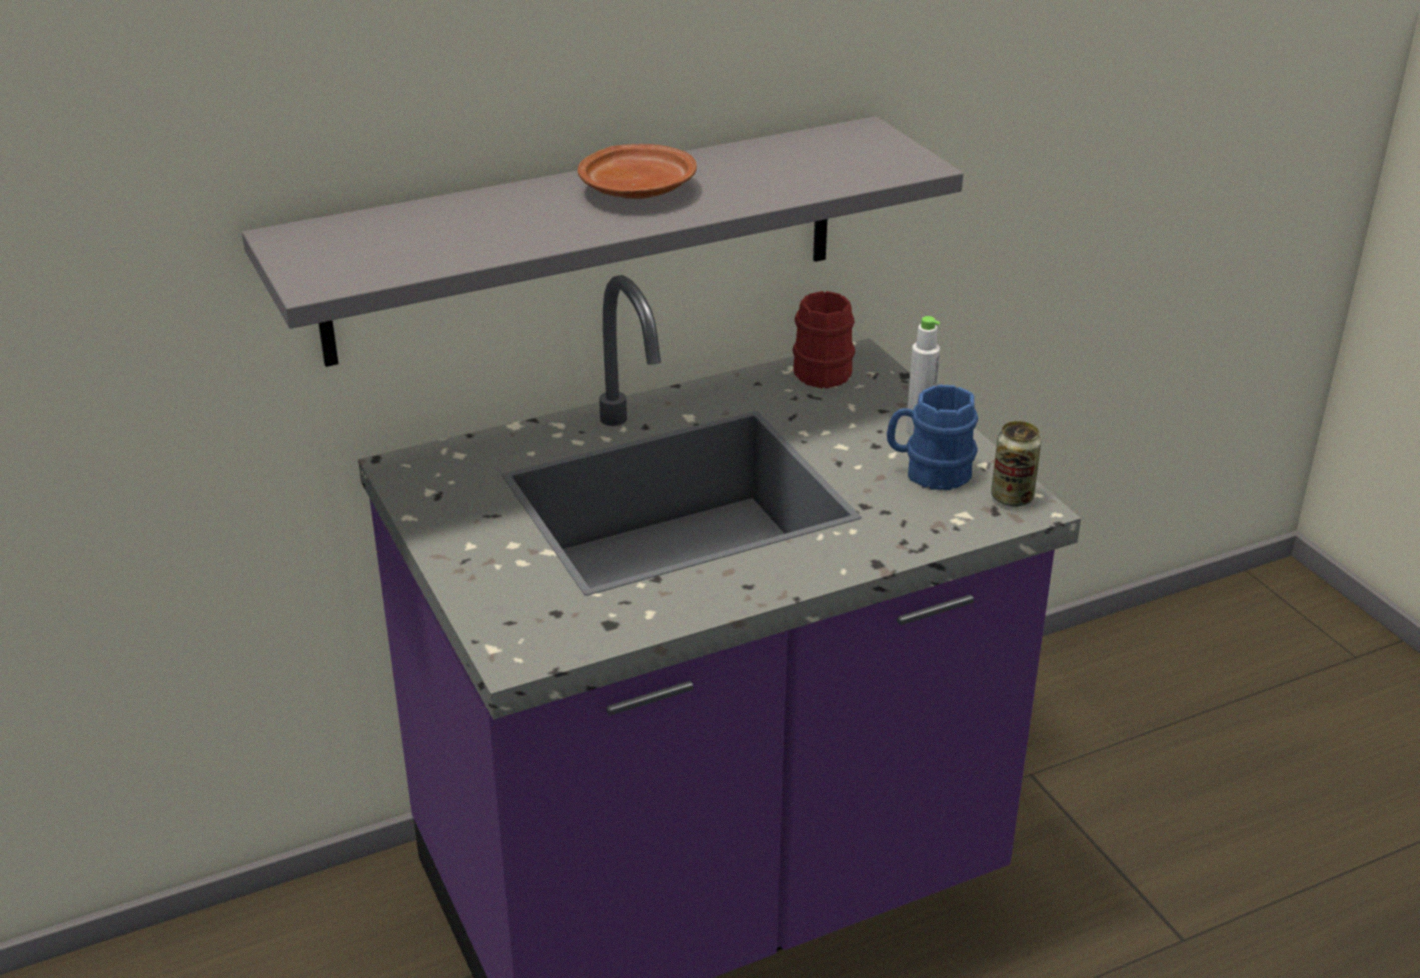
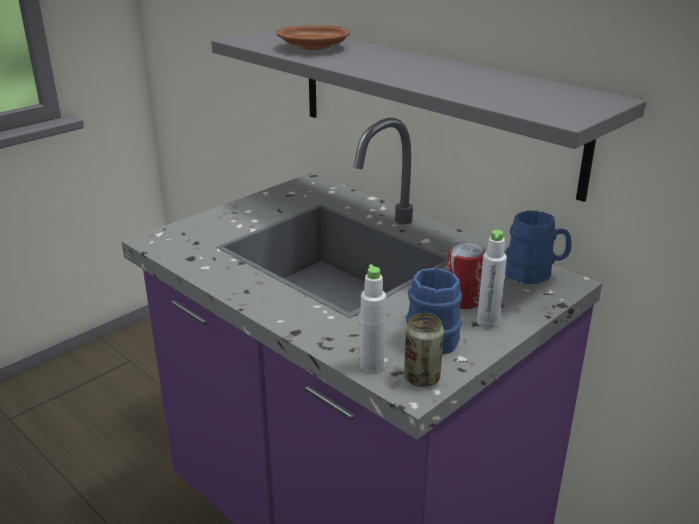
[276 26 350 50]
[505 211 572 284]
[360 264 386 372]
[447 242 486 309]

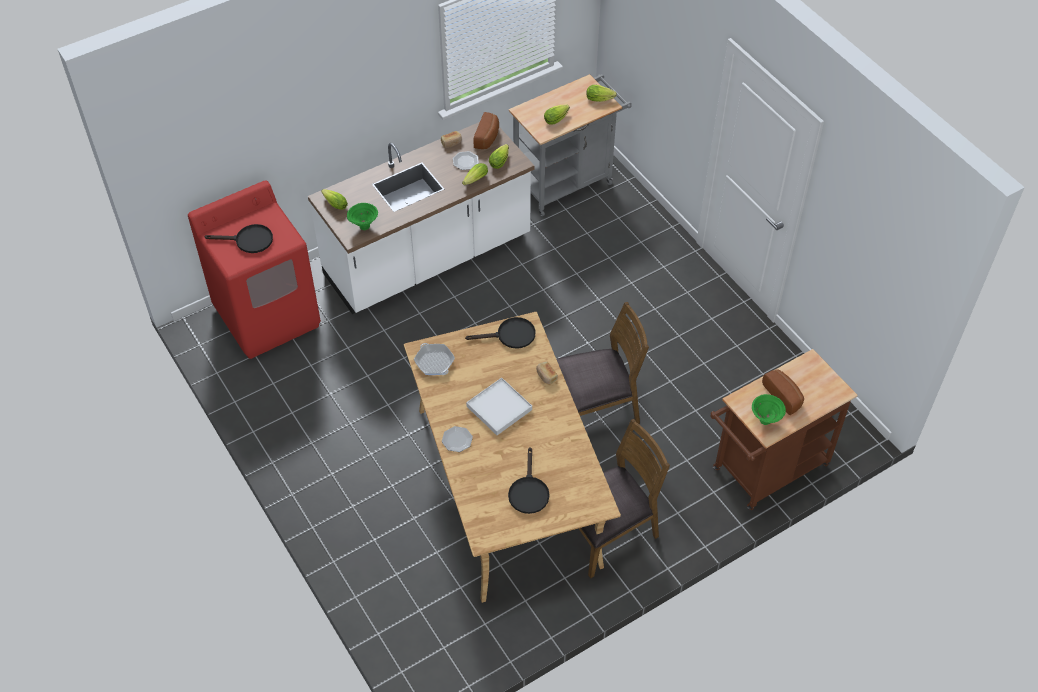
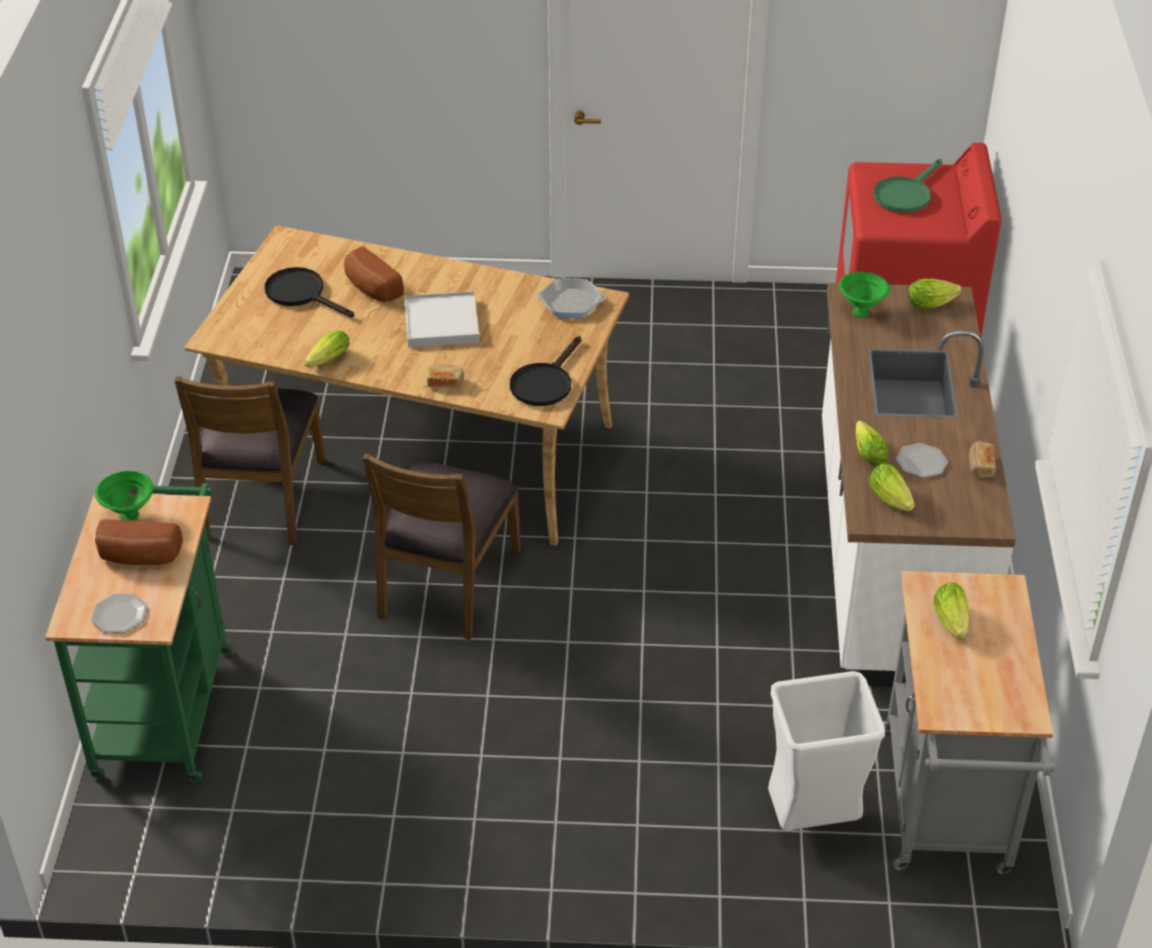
[873 159 942 213]
[91 594 147 633]
[344 246 404 302]
[304 331 350 367]
[45 483 233 783]
[768 671 885 830]

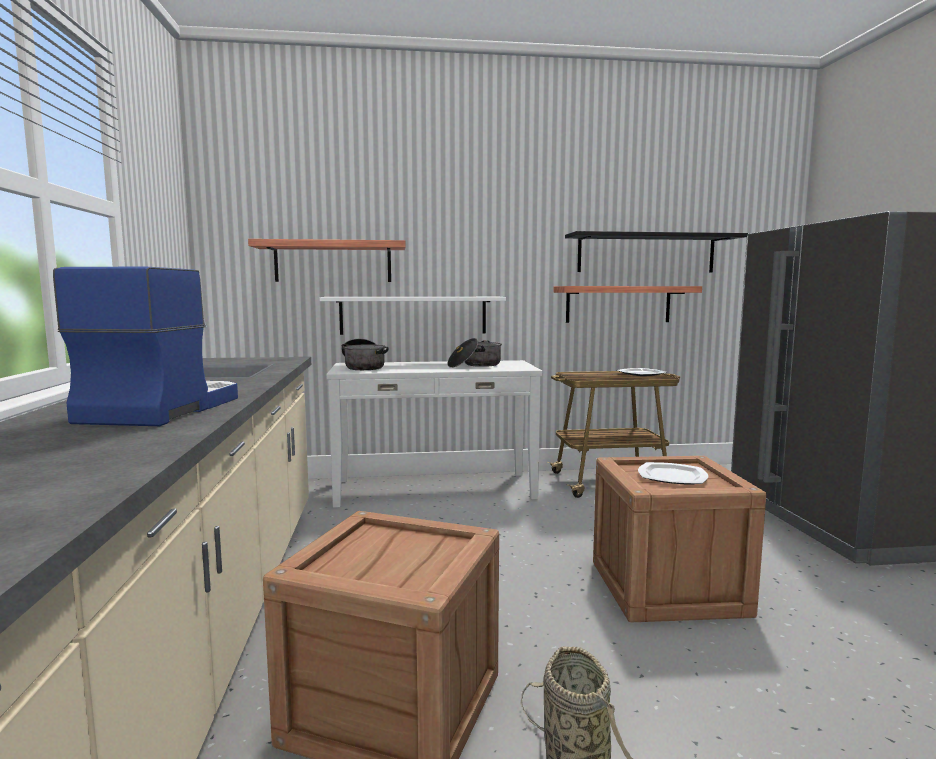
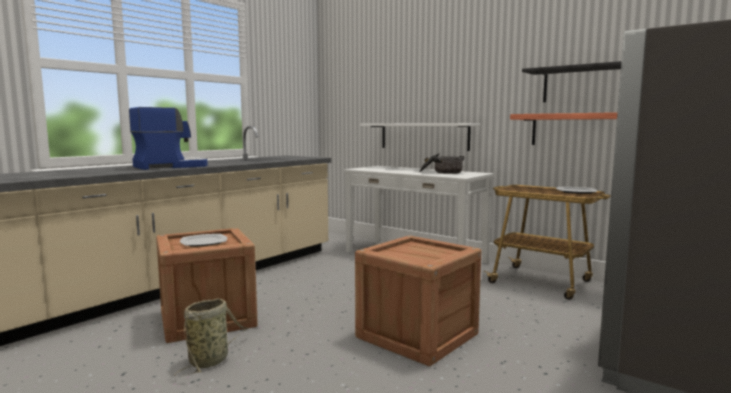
[248 239 406 282] (first image)
[341 339 388 370] (first image)
[180 234 227 247]

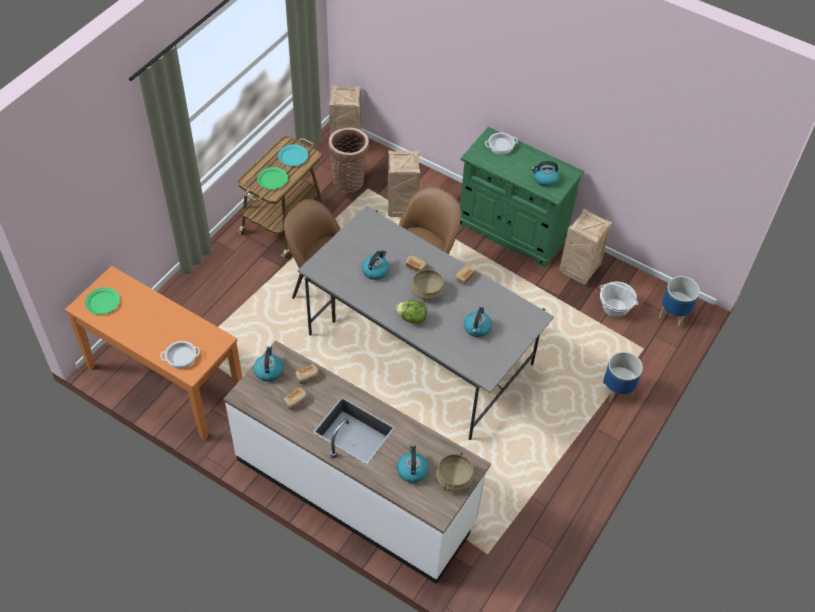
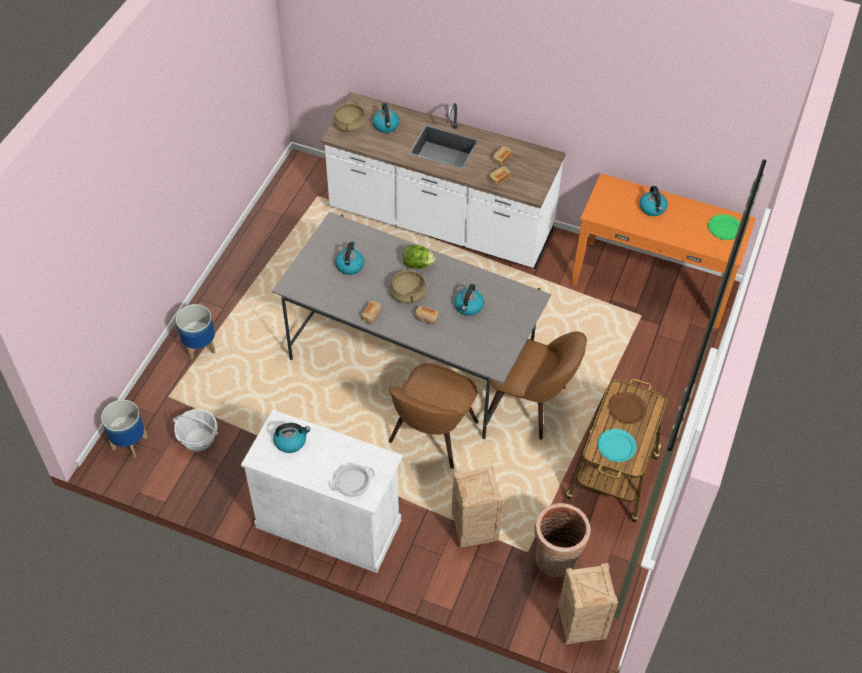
[160 341 200 369] (first image)
[639 186 668 216]
[608 392 647 424]
[241 410 403 573]
[559 208 612 285] (first image)

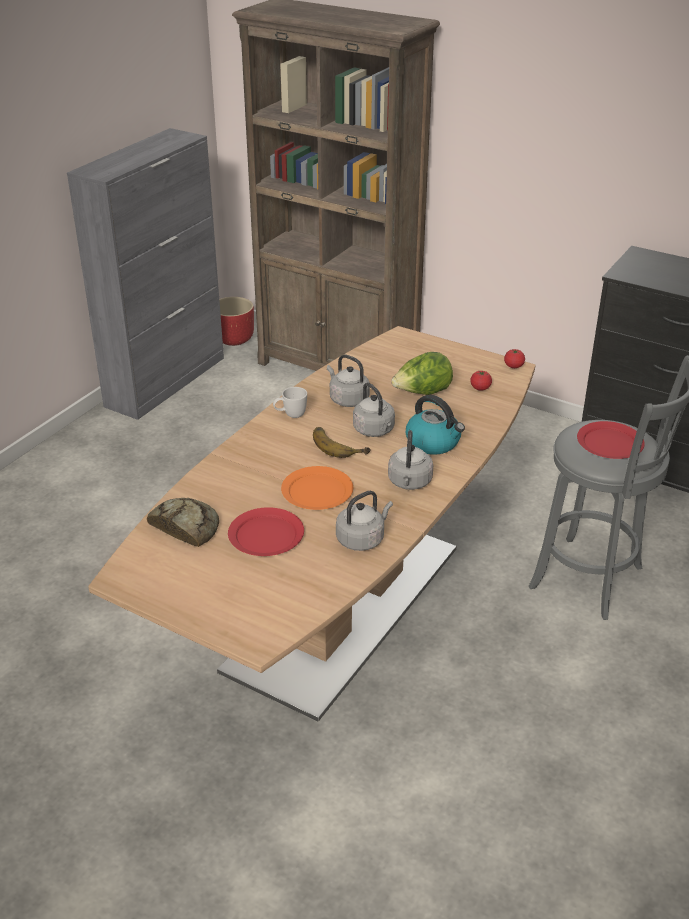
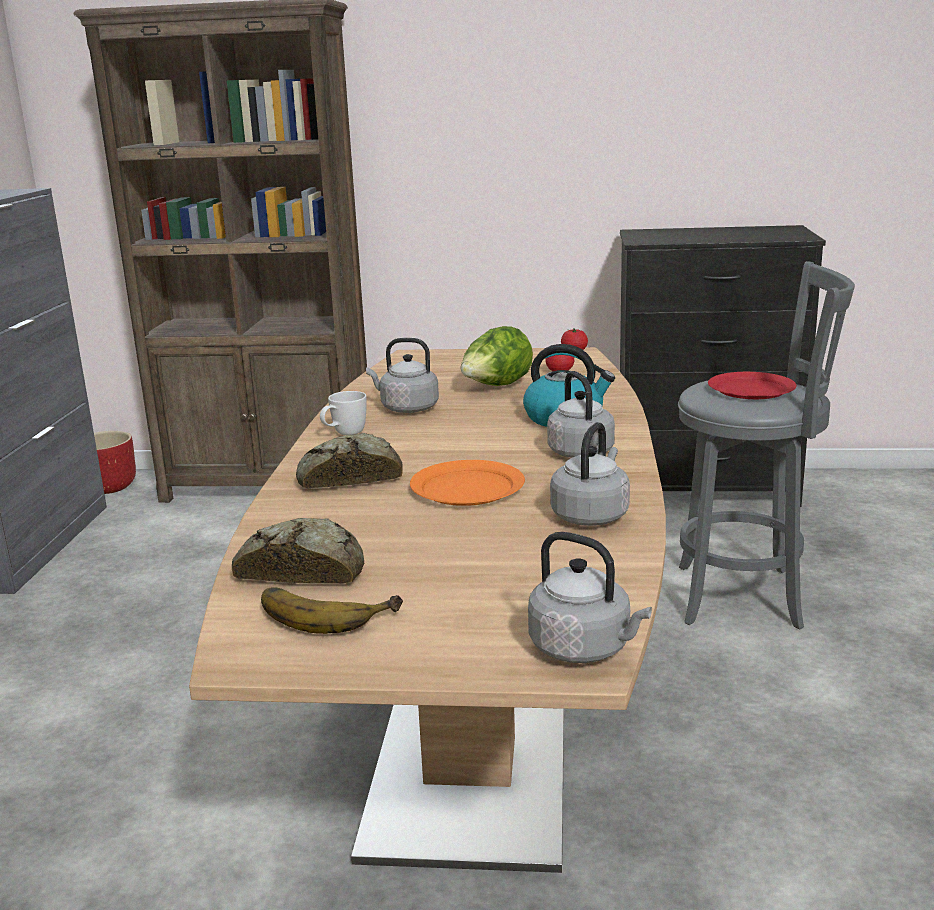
[228 507 304 556] (first image)
[261 587 403 634]
[528 532 652 663]
[296 433 403 489]

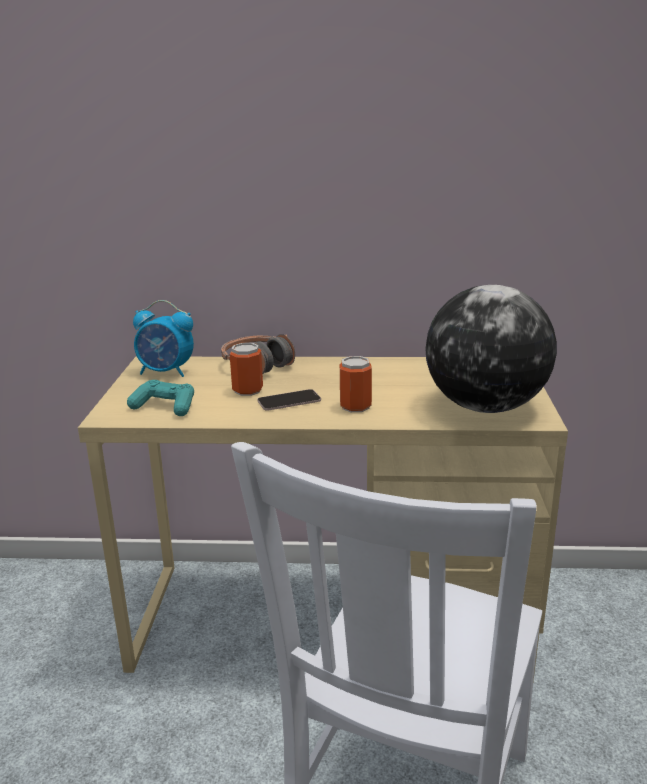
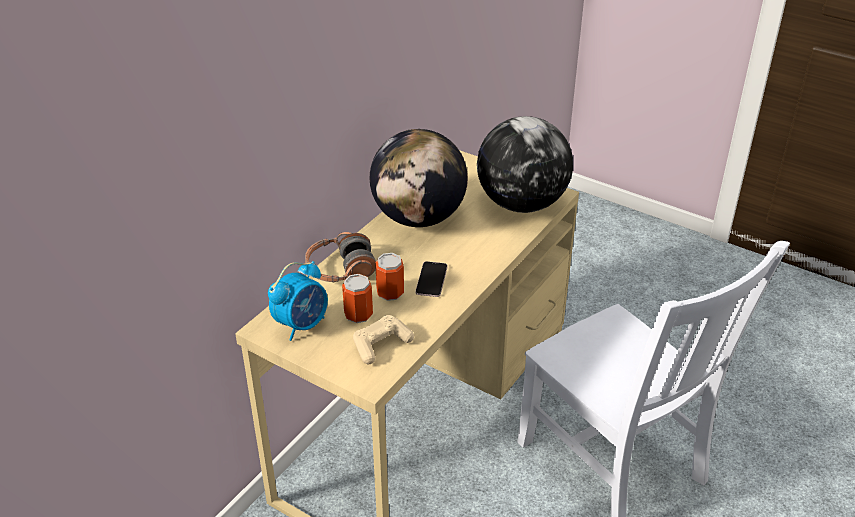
[353 315 414 364]
[342 274 373 323]
[370 129 468 227]

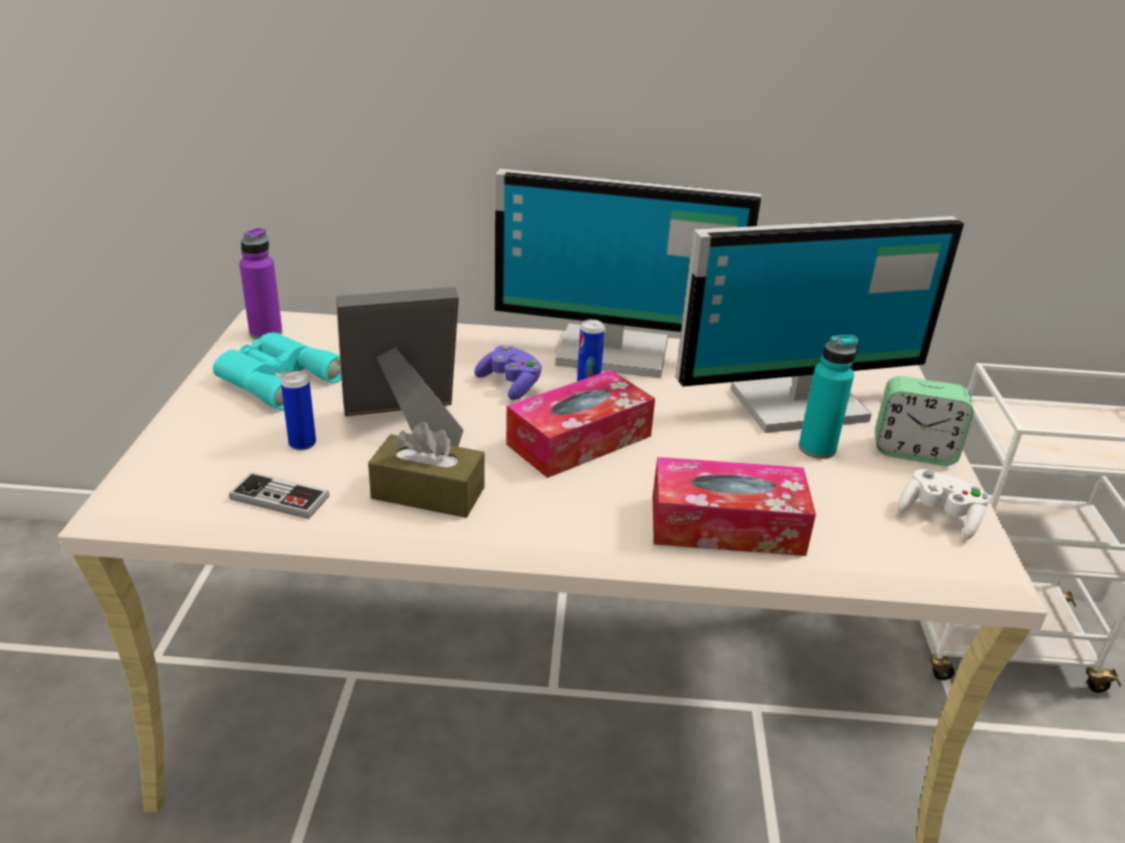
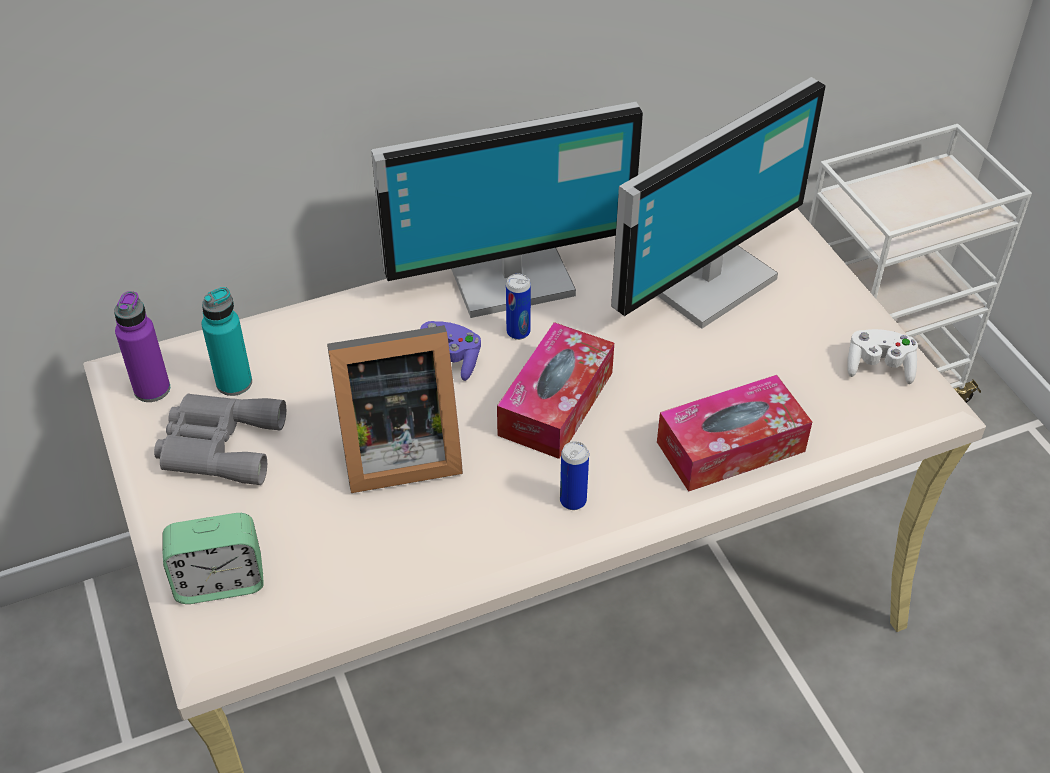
[154 394 286 485]
[229 472 329 519] (first image)
[560 441 589 510]
[327 325 463 493]
[368 422 485 518] (first image)
[201 287 252 396]
[163 513 264 604]

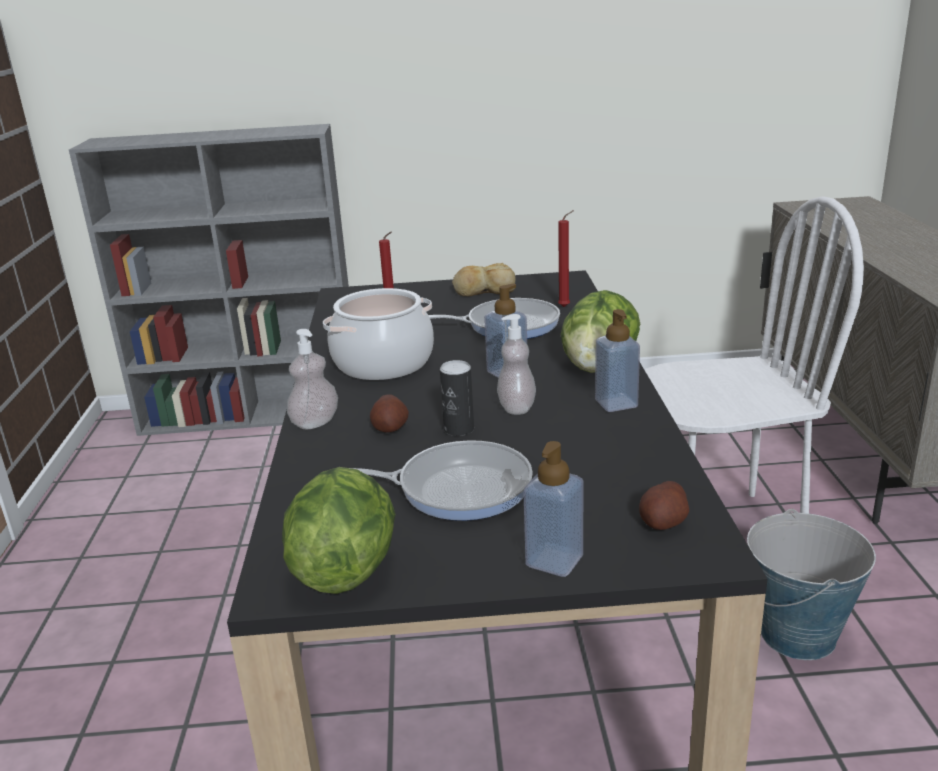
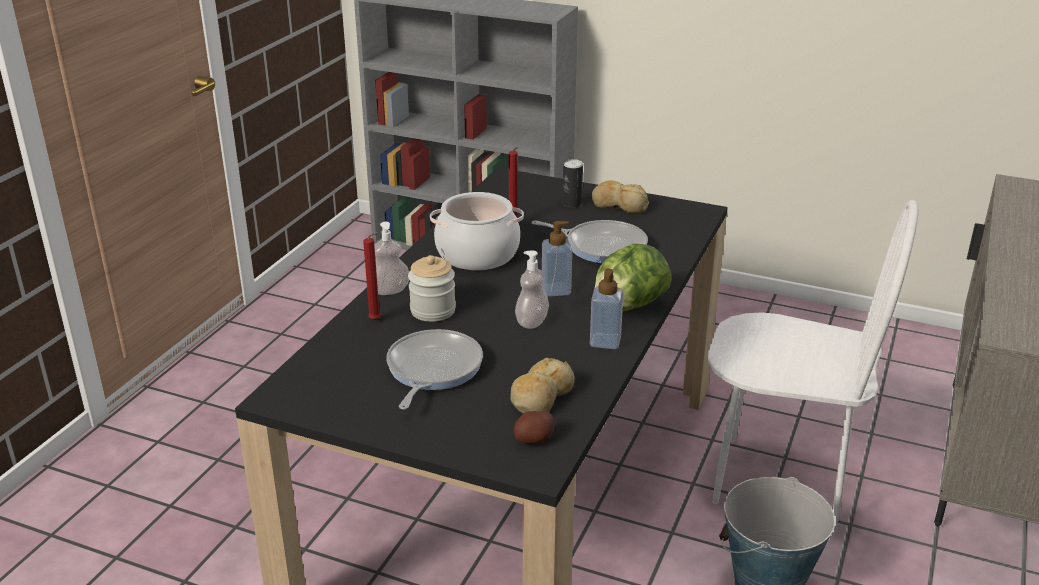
[282 467 395 594] (first image)
[386 329 483 410]
[408 255 456 322]
[563 159 583 207]
[523 441 584 577] (first image)
[363 232 381 320]
[510 357 575 414]

